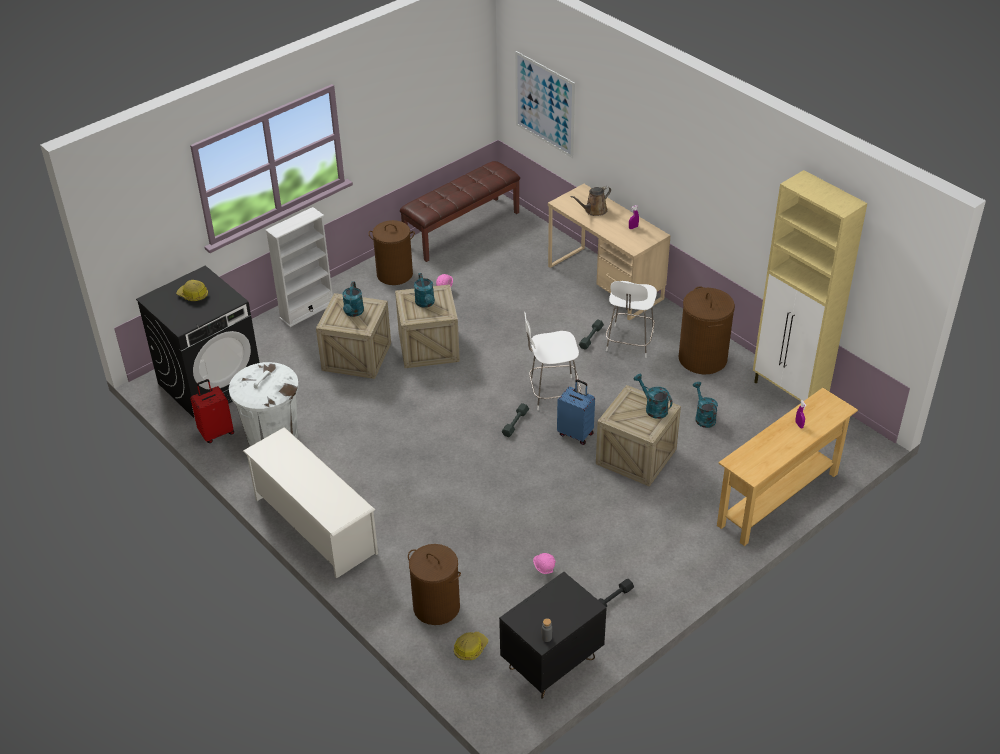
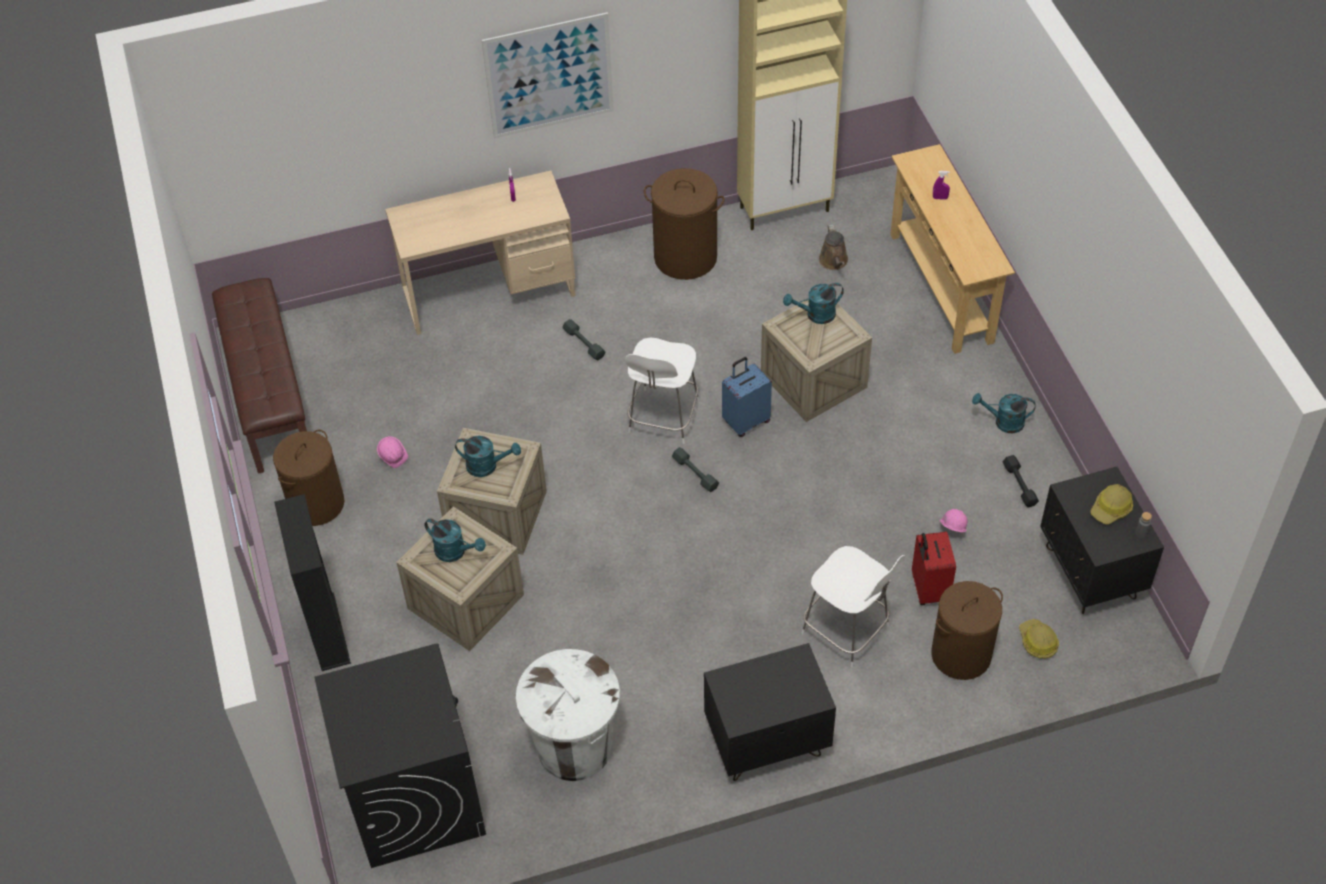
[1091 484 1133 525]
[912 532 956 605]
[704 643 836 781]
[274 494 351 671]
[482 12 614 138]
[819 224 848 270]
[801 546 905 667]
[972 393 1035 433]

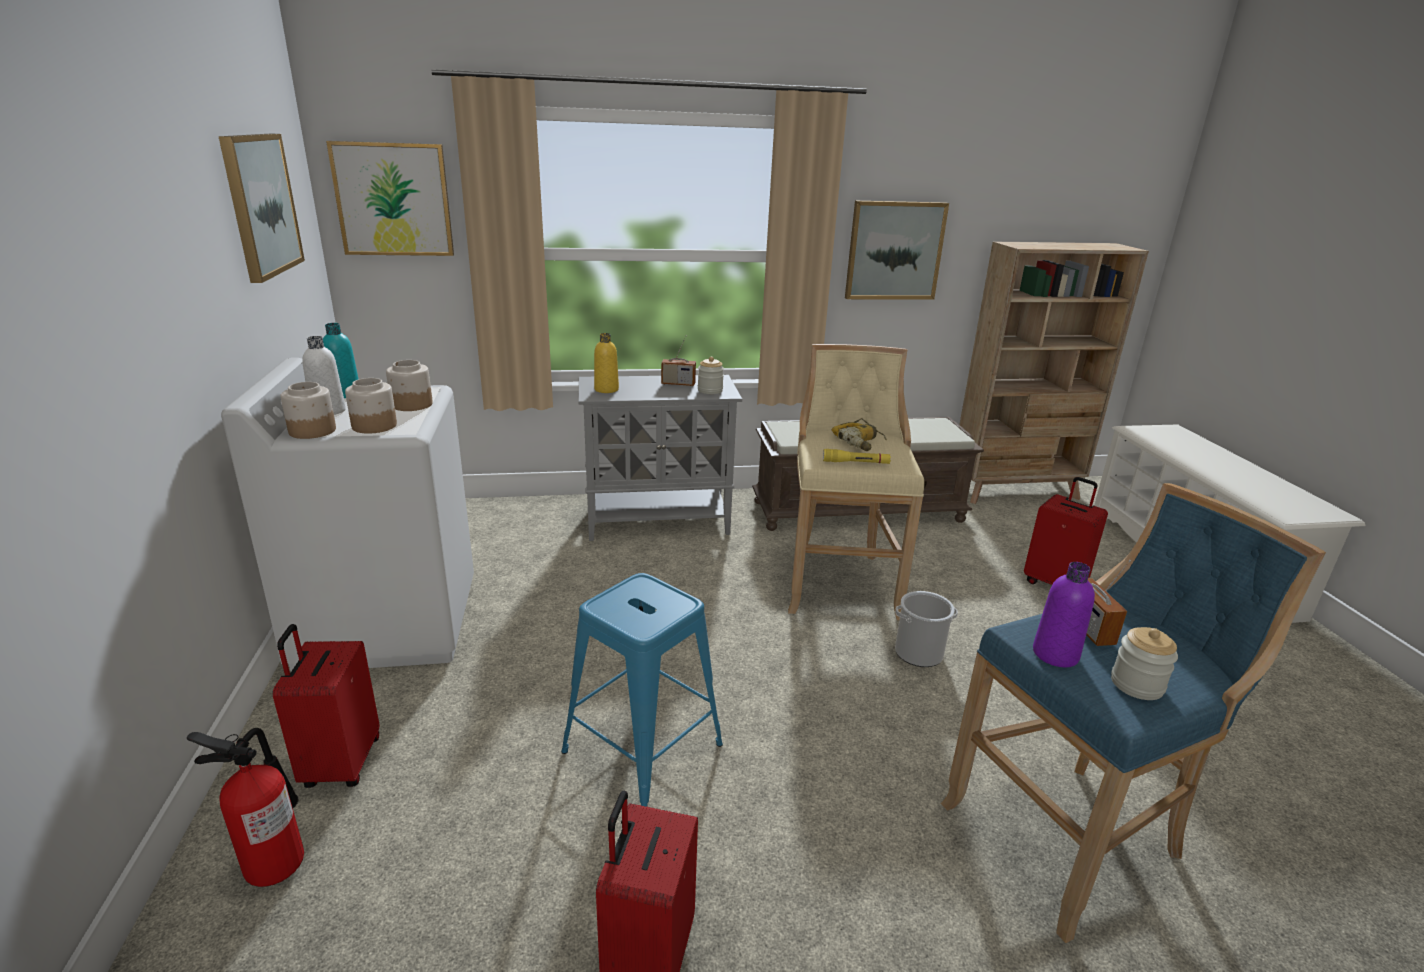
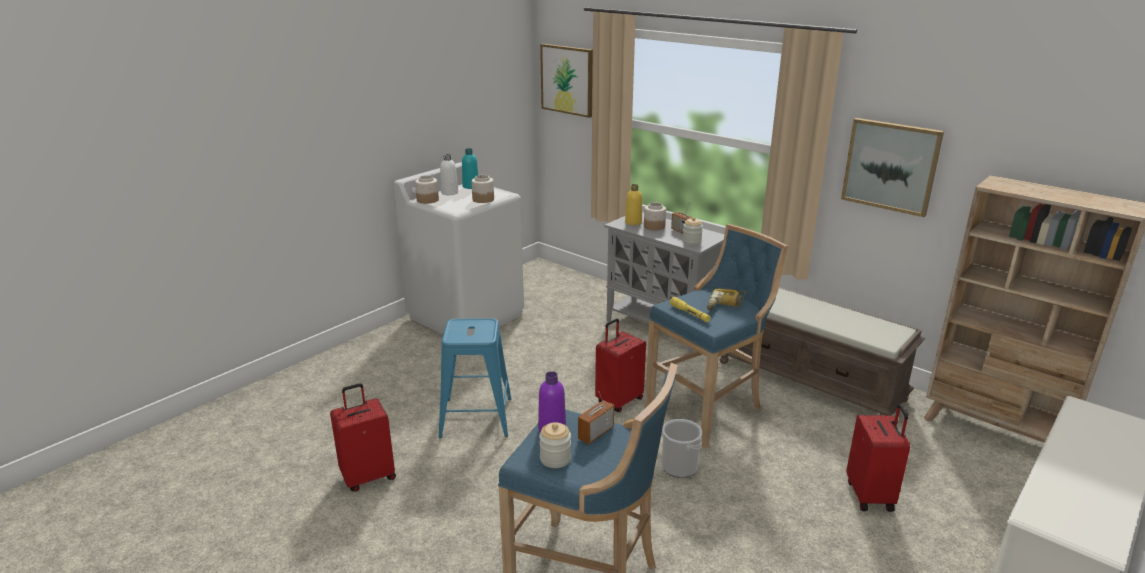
[187 728 304 887] (first image)
[218 133 305 283] (first image)
[595 318 646 412]
[644 202 666 231]
[644 224 788 448]

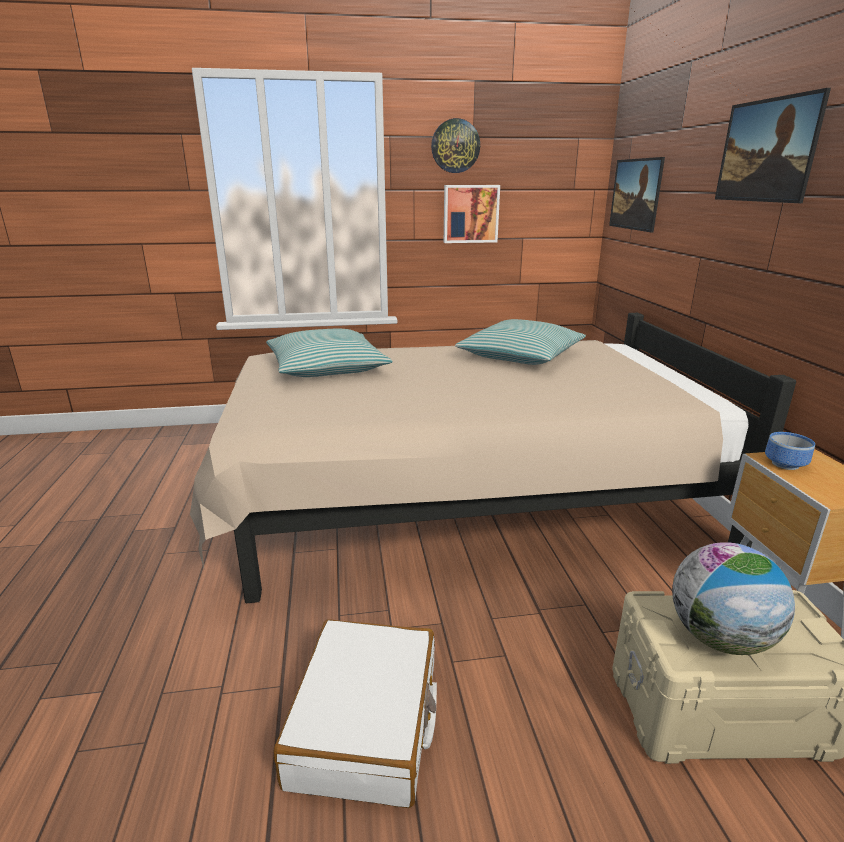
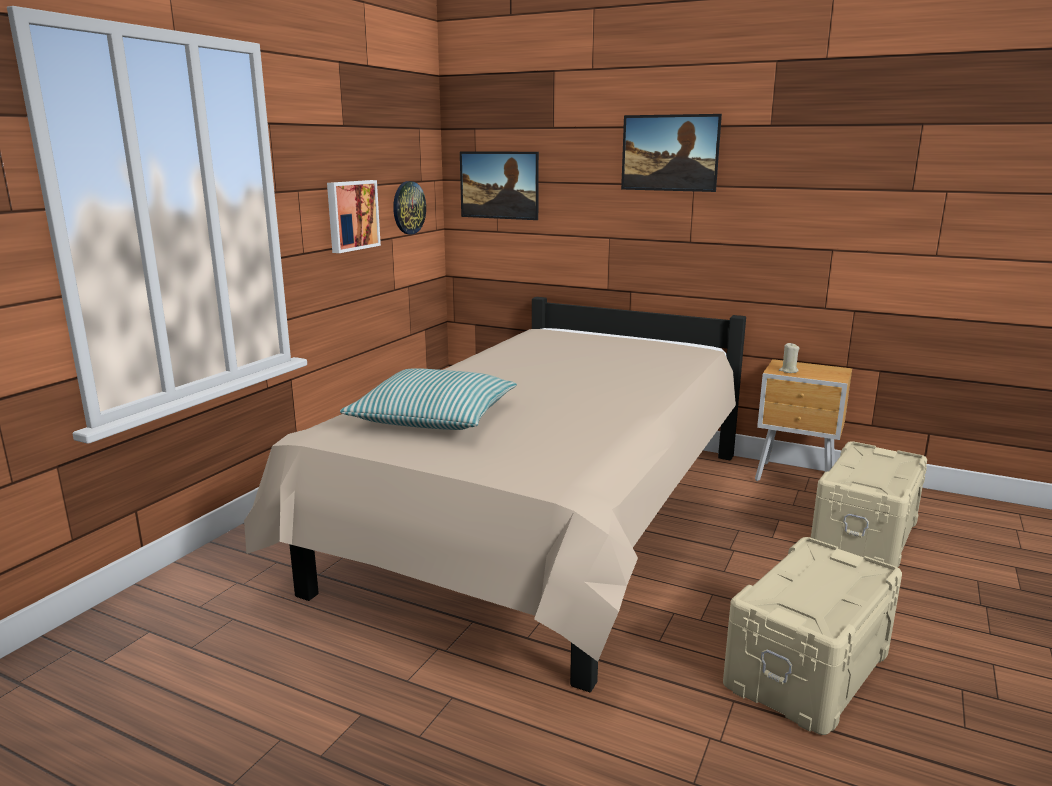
[723 537 902 735]
[393 181 426 235]
[455 319 586 365] (first image)
[672 542 795 655] (first image)
[779 343 799 373]

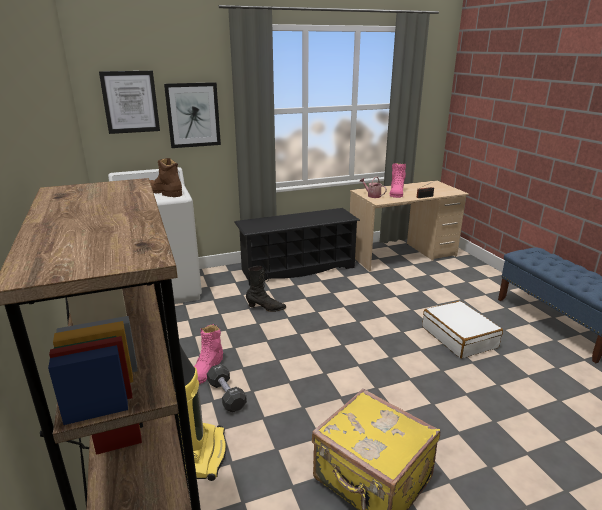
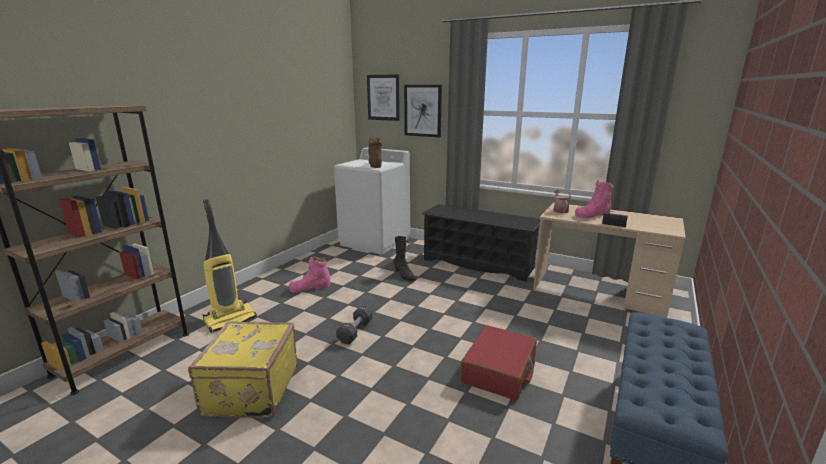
[336 306 372 345]
[460 325 537 401]

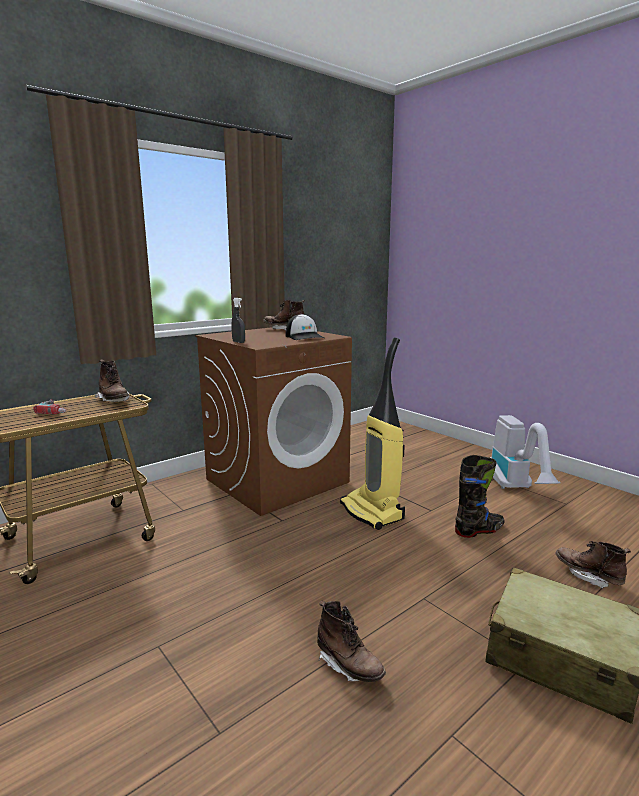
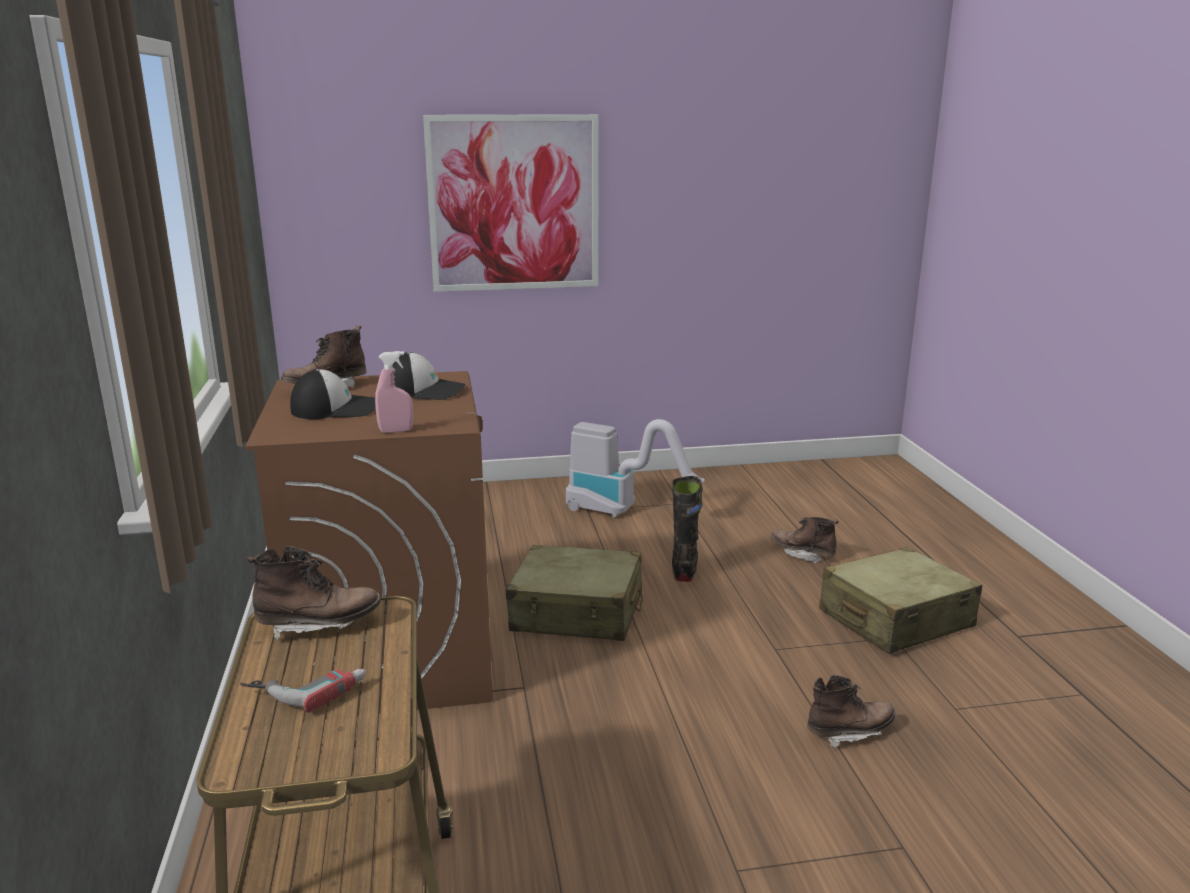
[375 351 413 433]
[506 545 643 641]
[770 517 839 563]
[290 369 376 419]
[423 114 598 292]

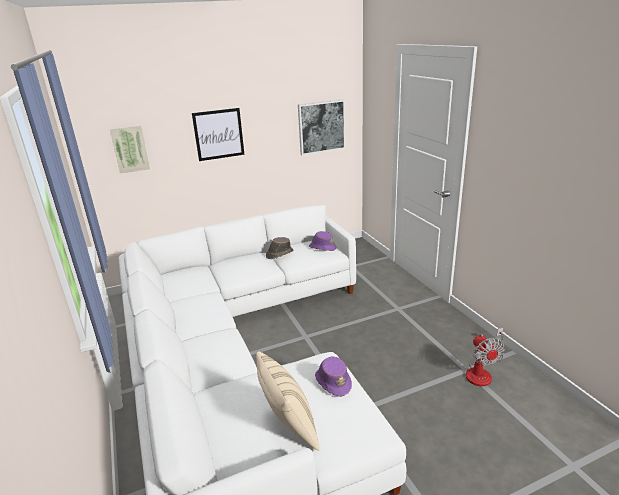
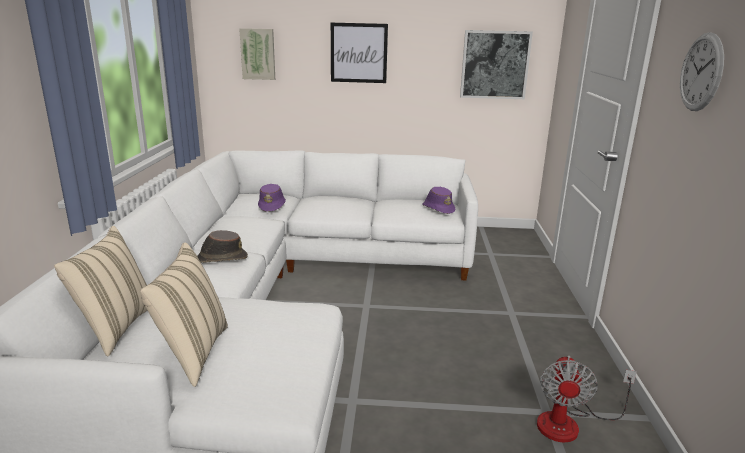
[197 230 248 263]
[258 184 286 212]
[54 226 147 356]
[680 32 724 111]

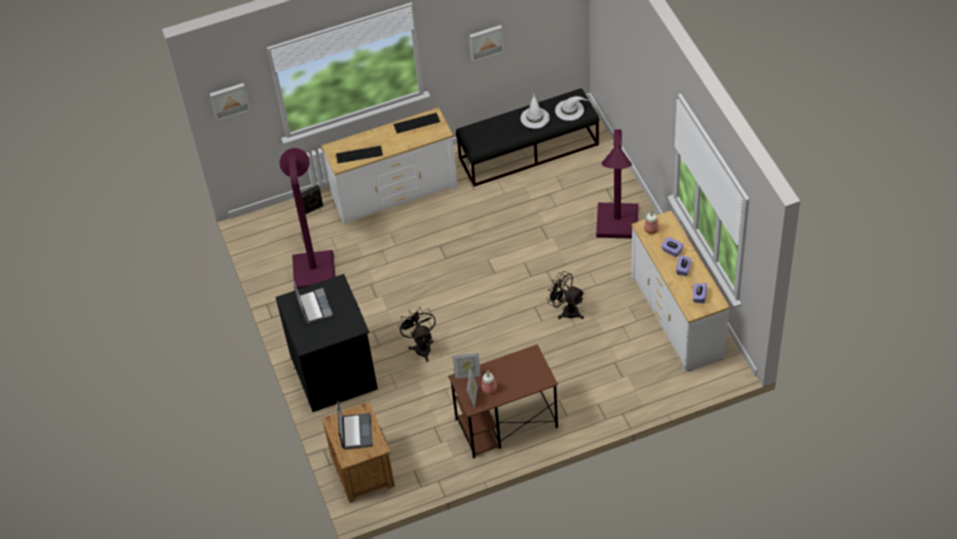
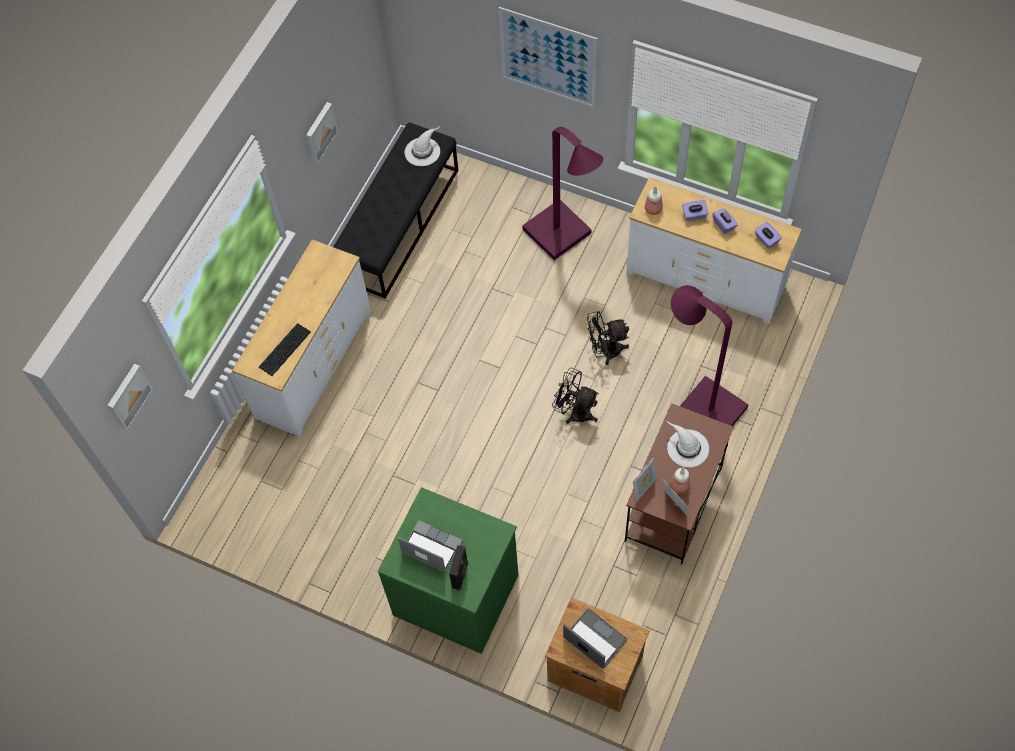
[378 487 518 654]
[671 285 749 426]
[449 545 468 590]
[393 113 440 133] (first image)
[552 368 599 424]
[667 421 709 467]
[499 7 597 108]

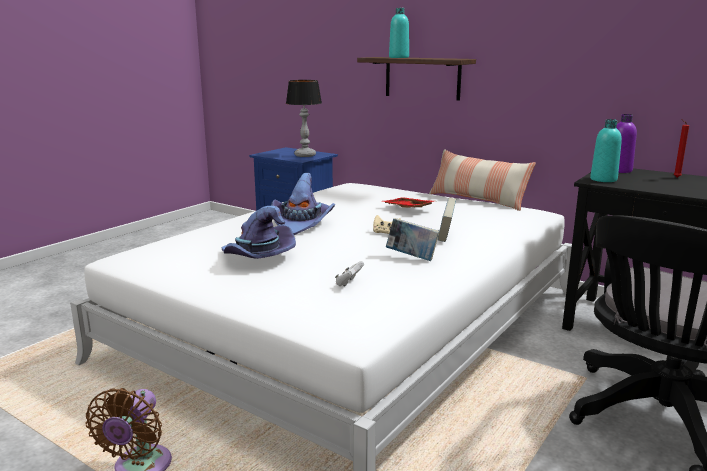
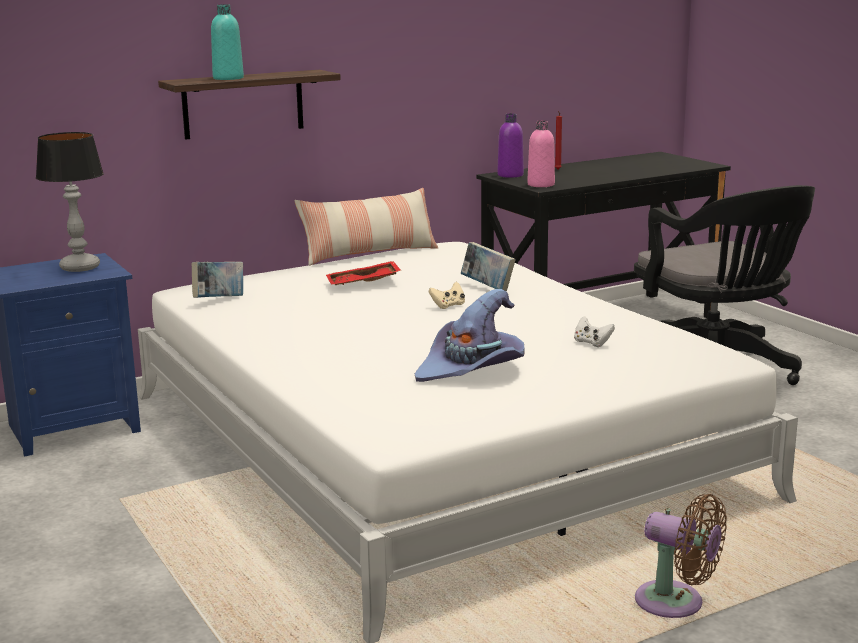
[271 173 335 235] (first image)
[192 262 243 298]
[527 120 555 187]

